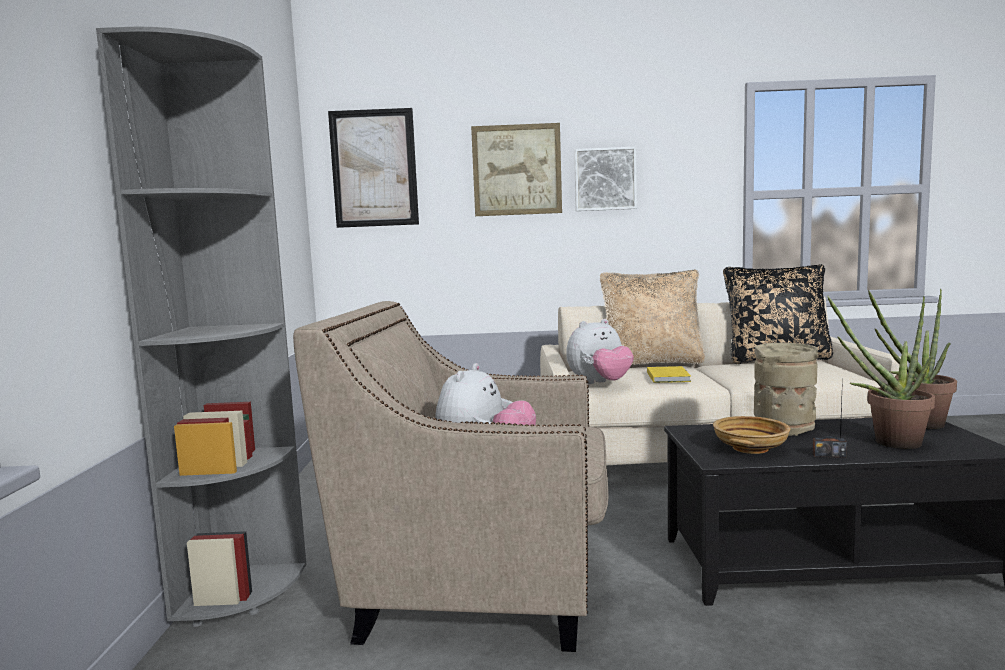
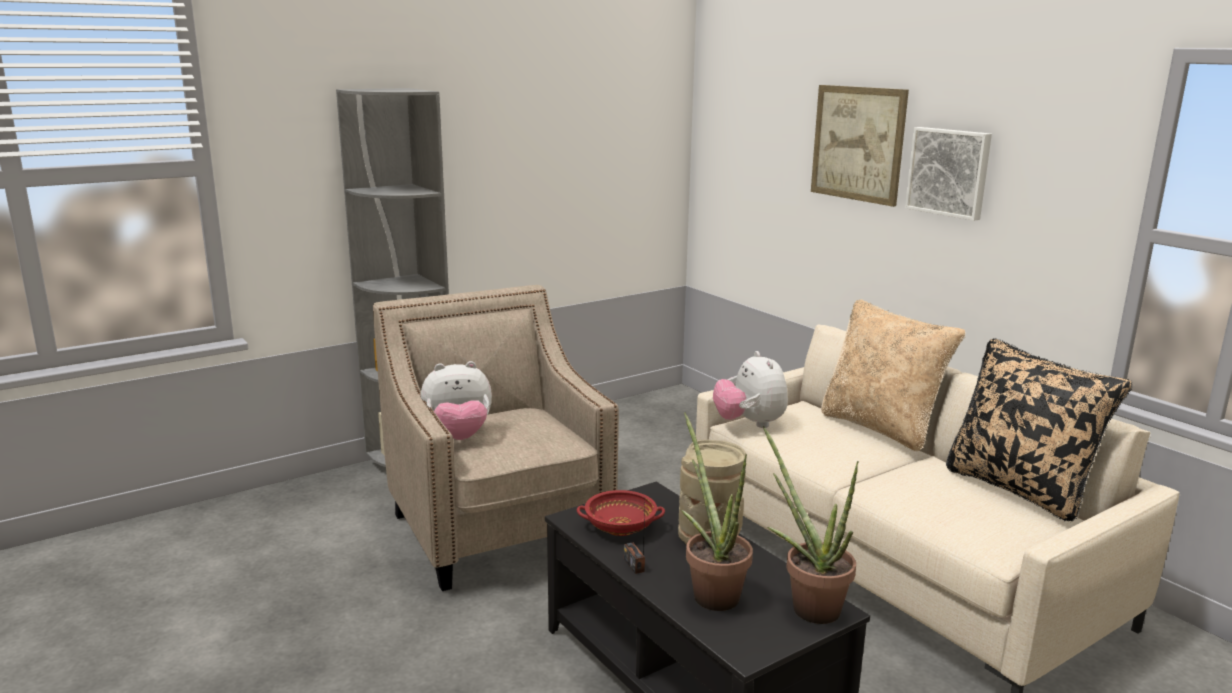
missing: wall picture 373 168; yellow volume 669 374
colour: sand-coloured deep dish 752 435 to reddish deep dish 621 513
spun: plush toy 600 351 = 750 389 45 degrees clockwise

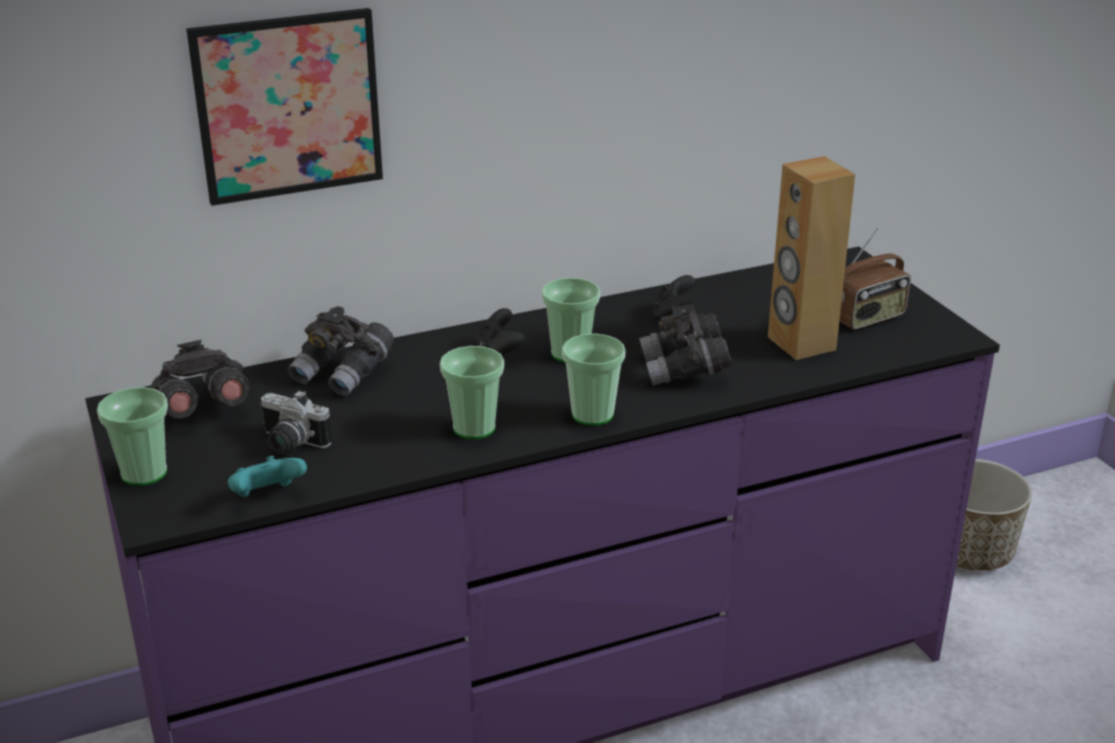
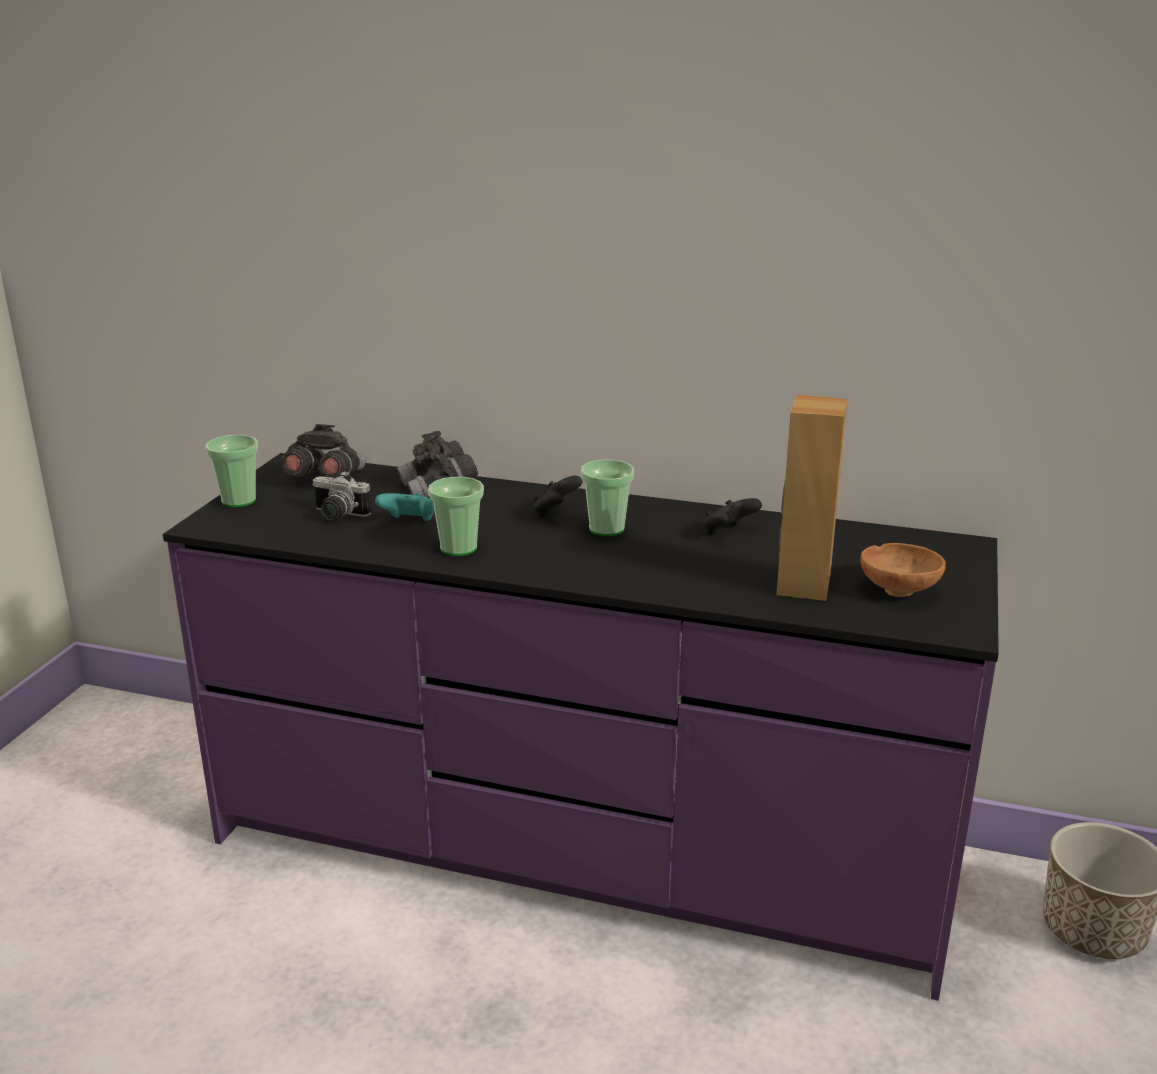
missing: wall picture 284 107; small cup 594 379; greyish pair of binoculars 685 345
relocated: turquoise-coloured gamepad 267 476 to 405 507
exchanged: radio set 875 279 to brown-coloured deep dish 903 570
spun: photo camera 296 422 = 342 495 45 degrees counterclockwise

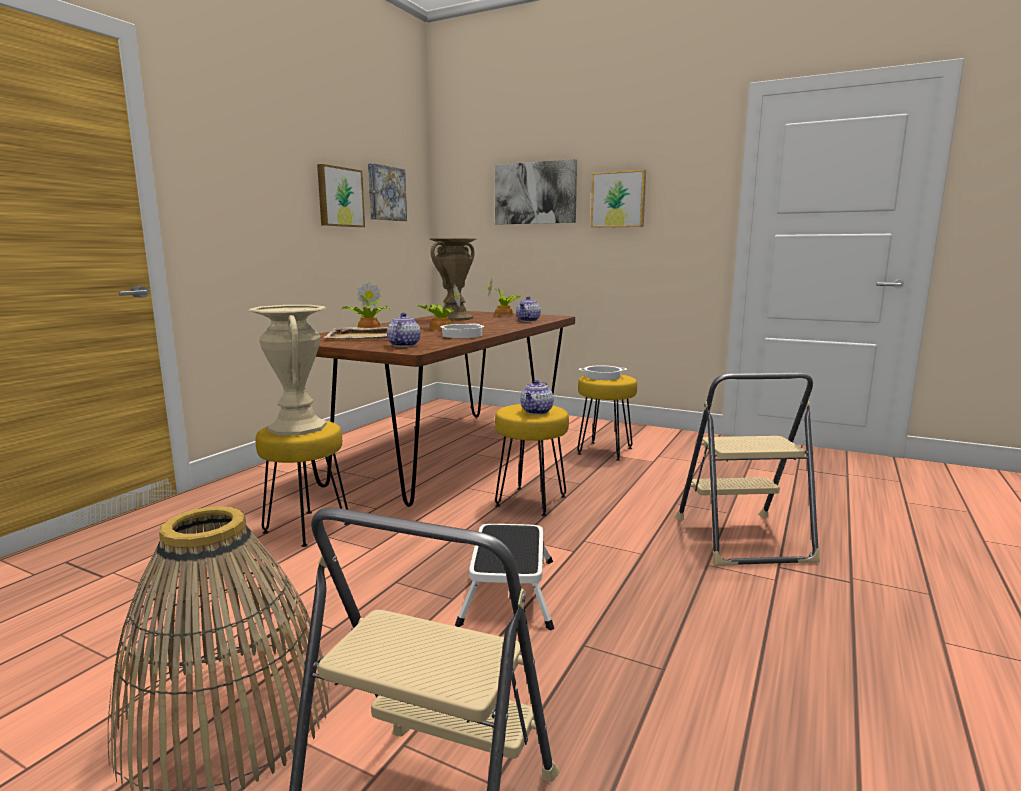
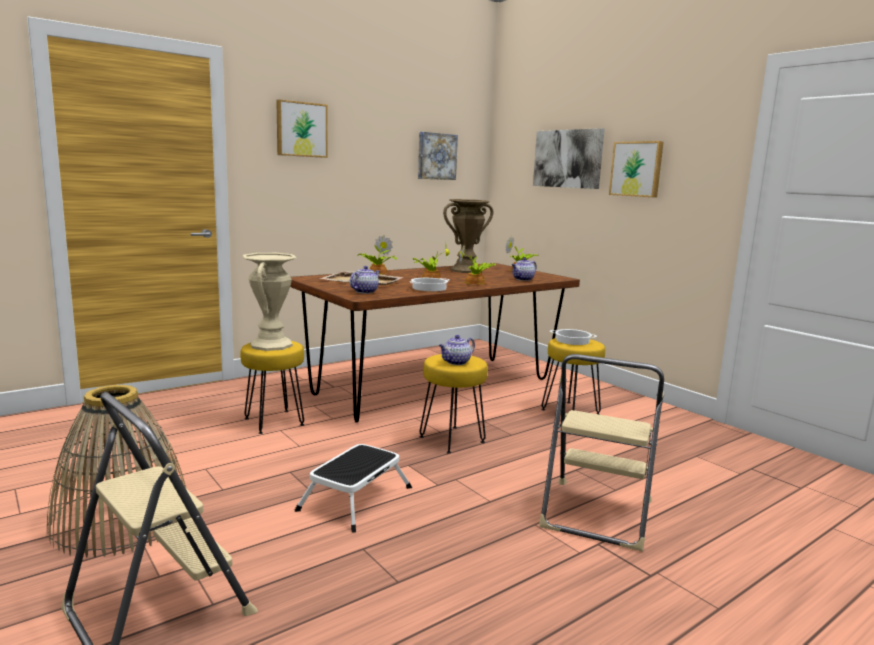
appeared: plant in a pot 477 265
relocated: wall picture 341 195 to 302 128

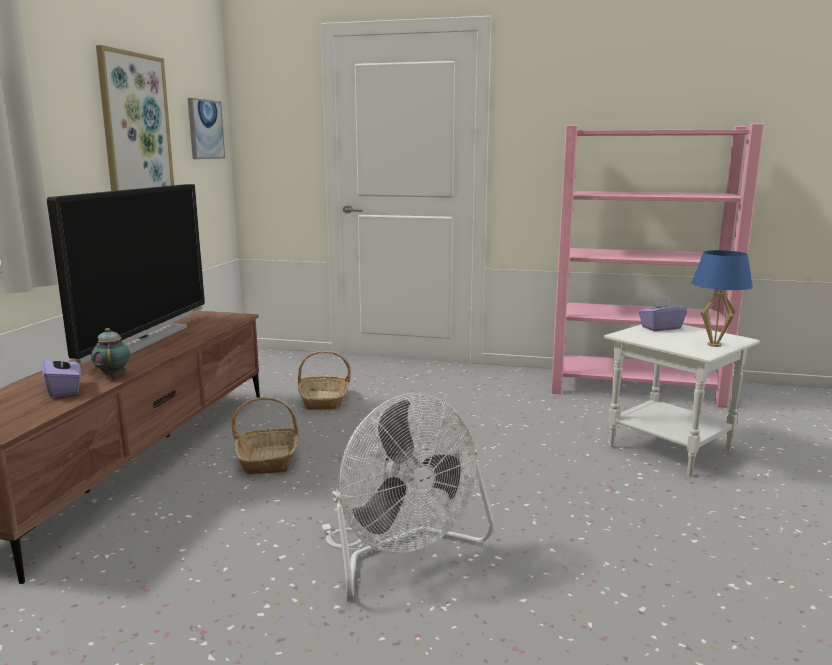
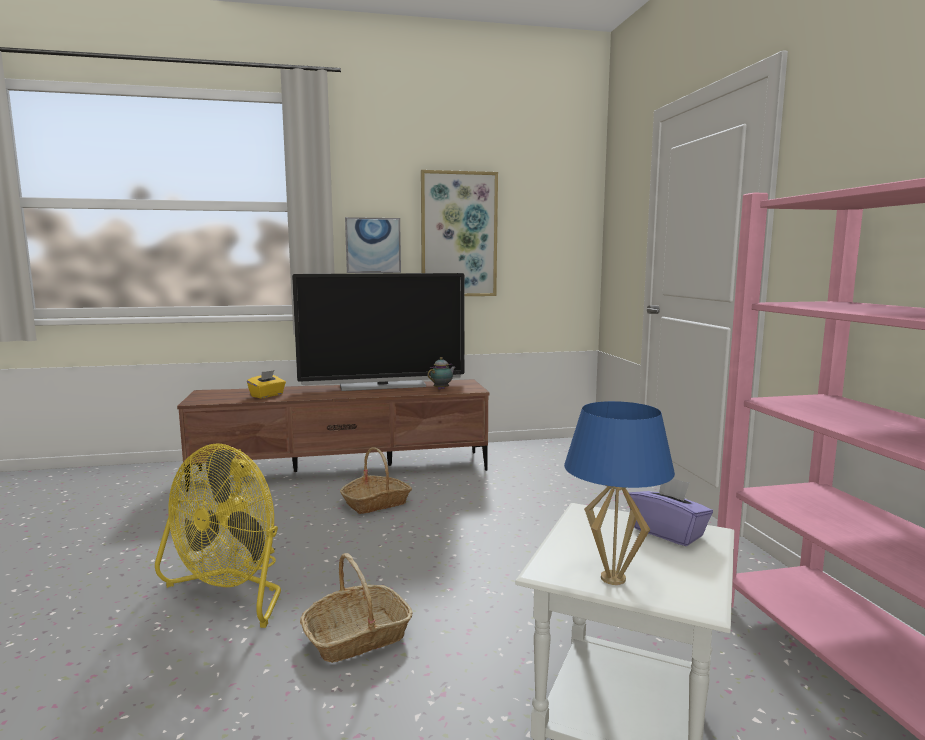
relocated: household basket 324 380 to 356 608; wall picture 206 128 to 373 245; pot for tea 110 353 to 442 373
colour: white electric fan 408 497 to yellow electric fan 218 536; purplish tissue box 61 374 to yellow tissue box 266 384

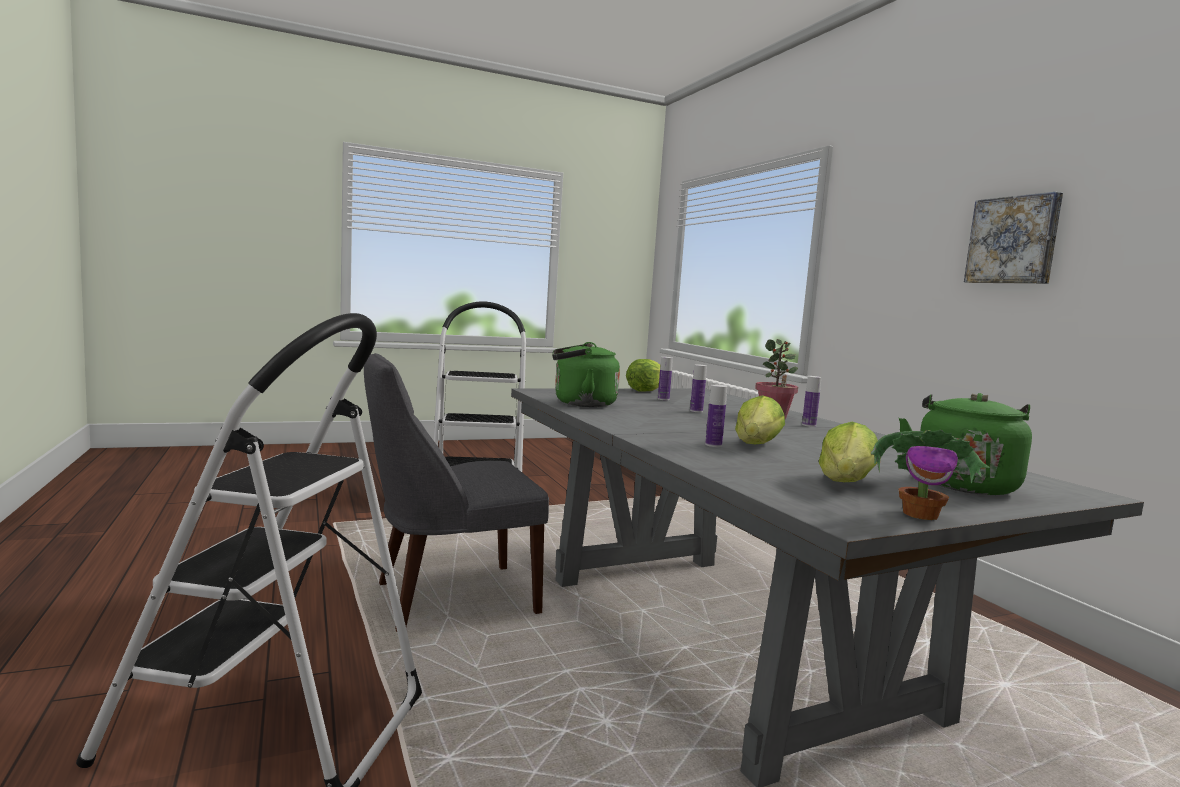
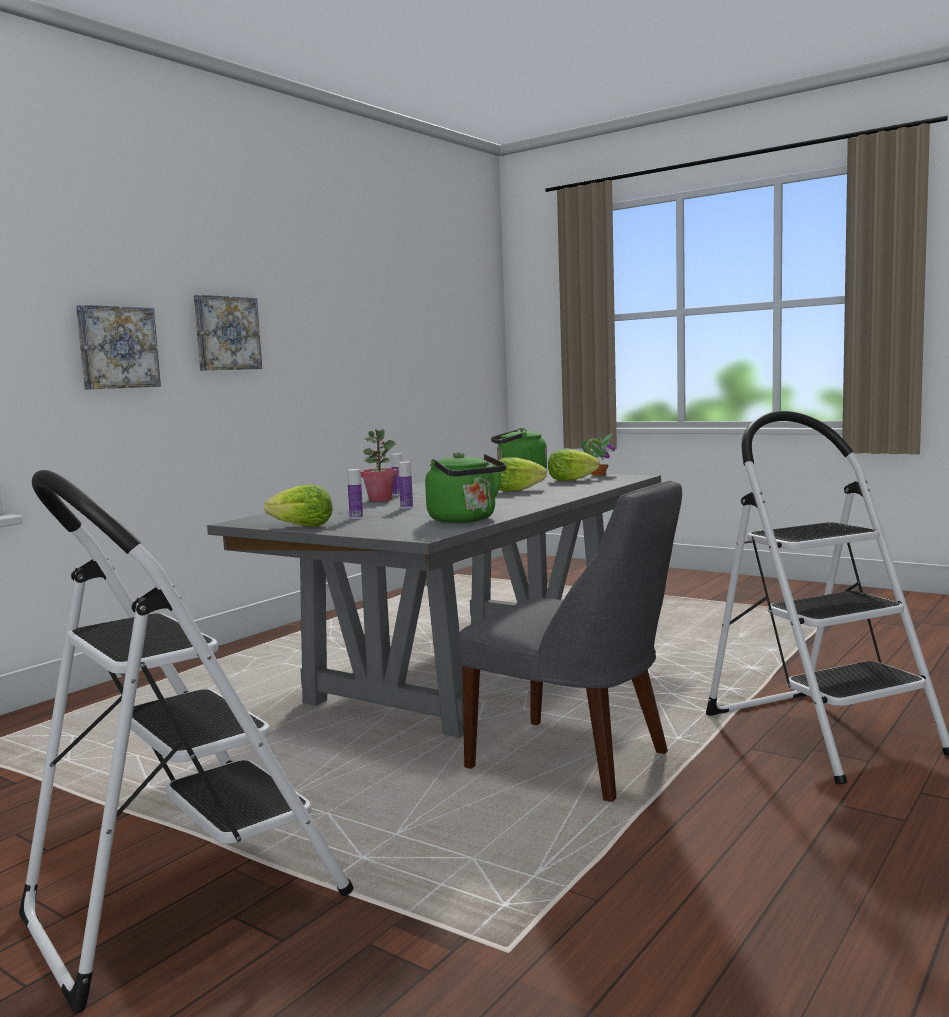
missing: bottle 716 416
appeared: wall picture 118 347

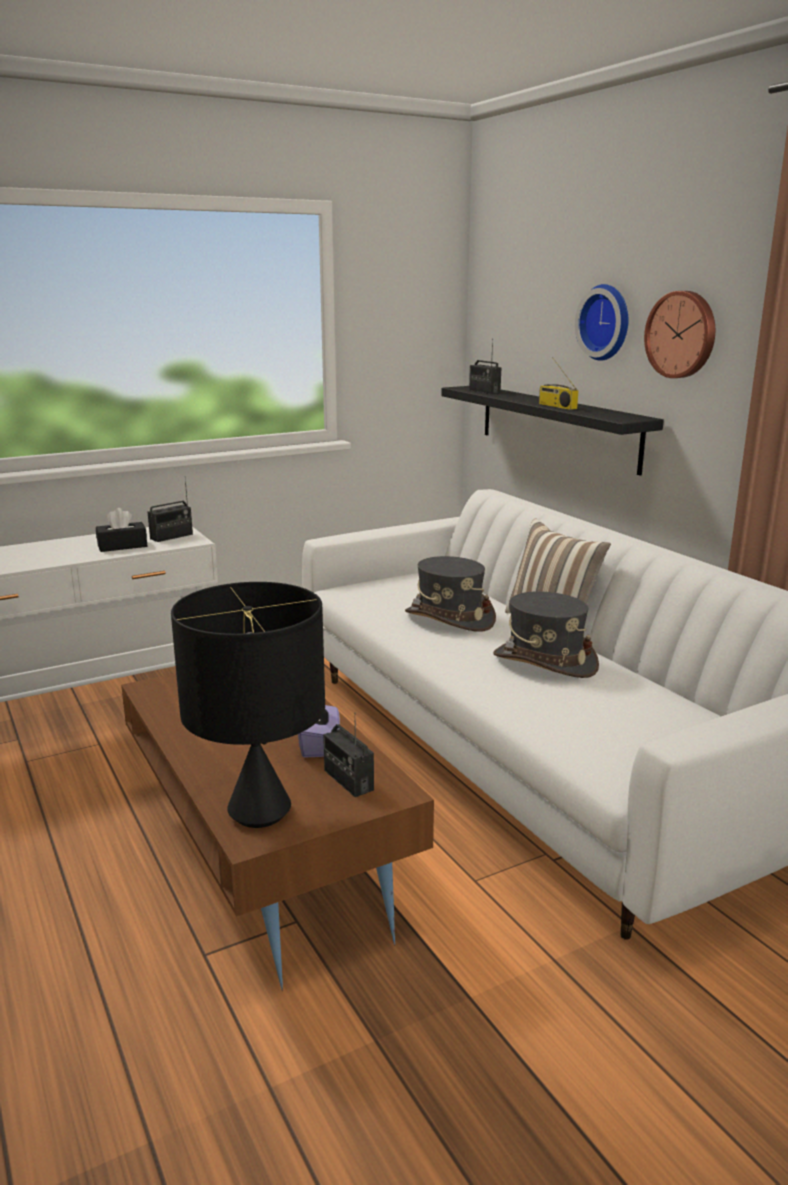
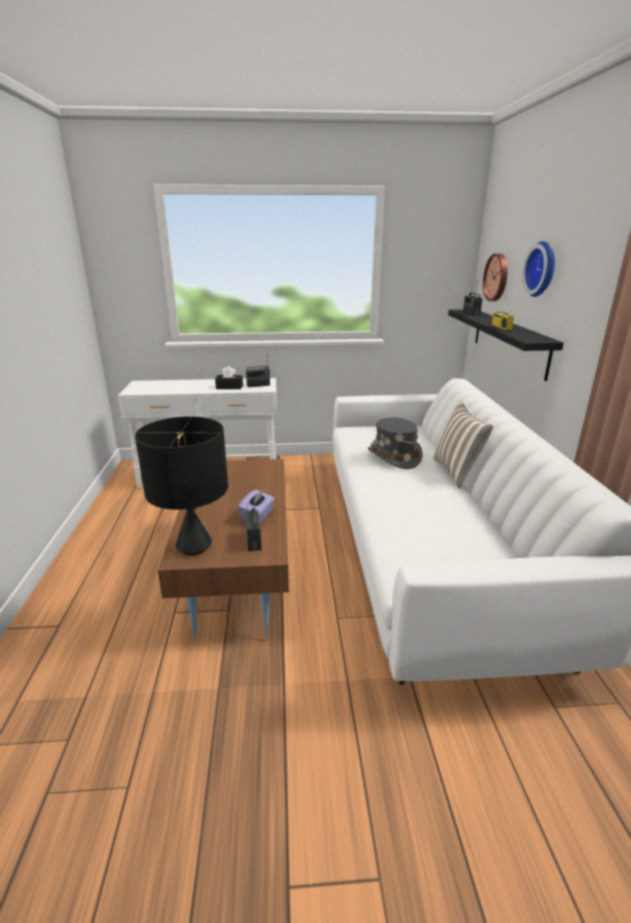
missing: greyish wearable hat 546 634
relocated: clock on the wall 679 334 to 495 277

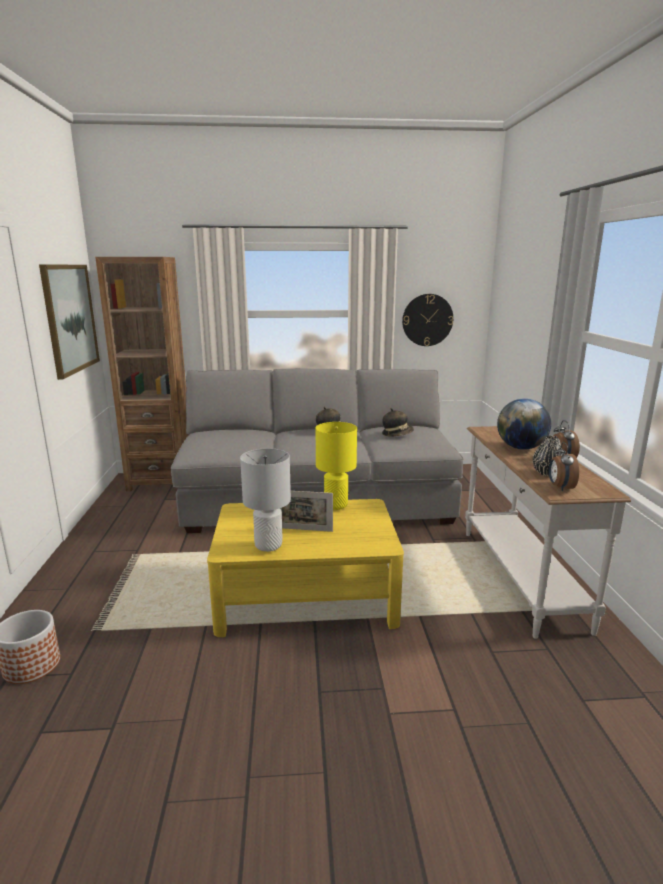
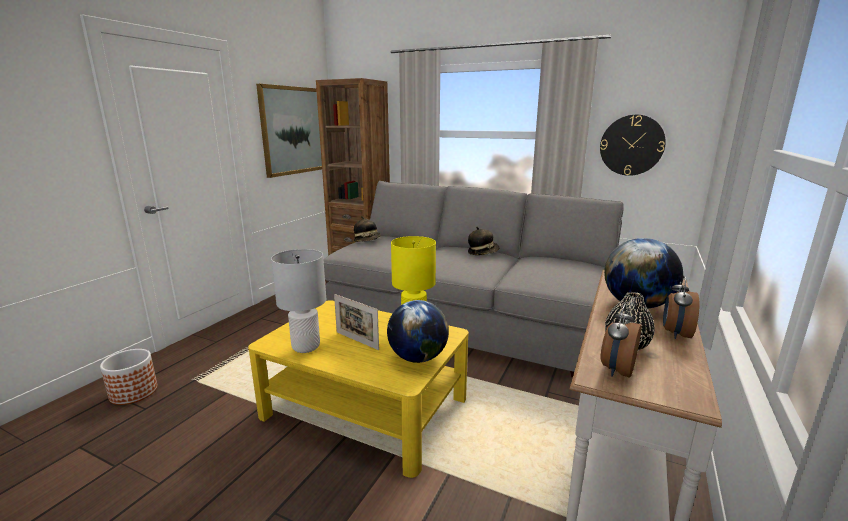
appeared: globe 418 331
relocated: wearable hat 398 422 to 367 229

